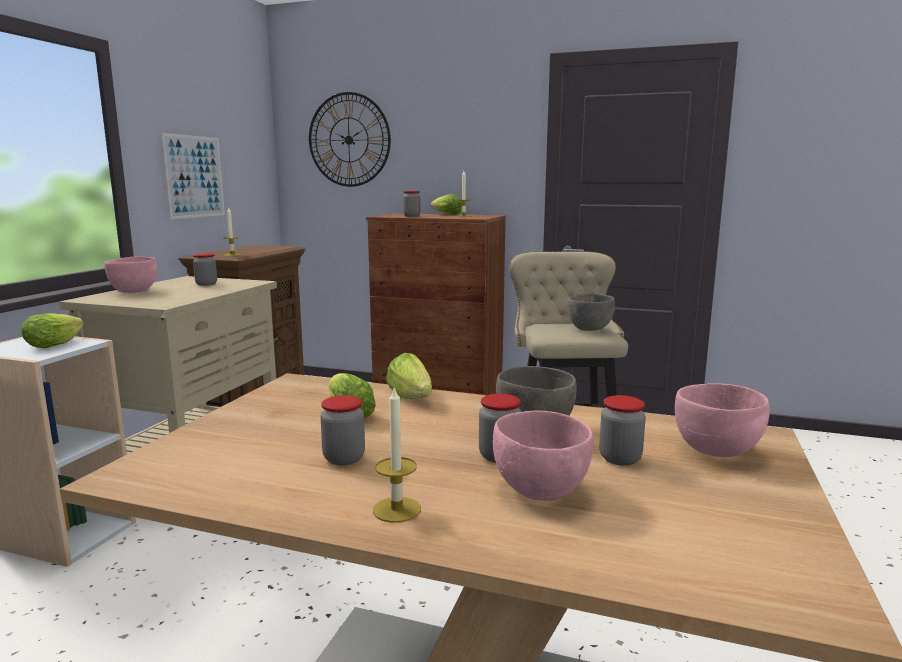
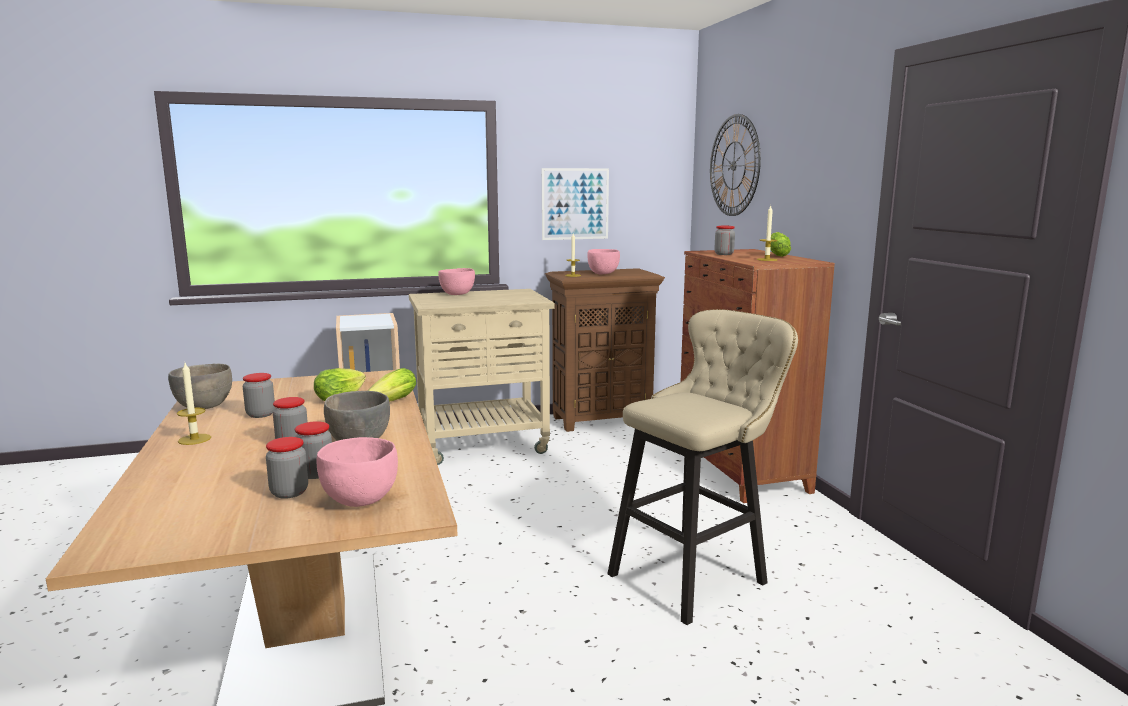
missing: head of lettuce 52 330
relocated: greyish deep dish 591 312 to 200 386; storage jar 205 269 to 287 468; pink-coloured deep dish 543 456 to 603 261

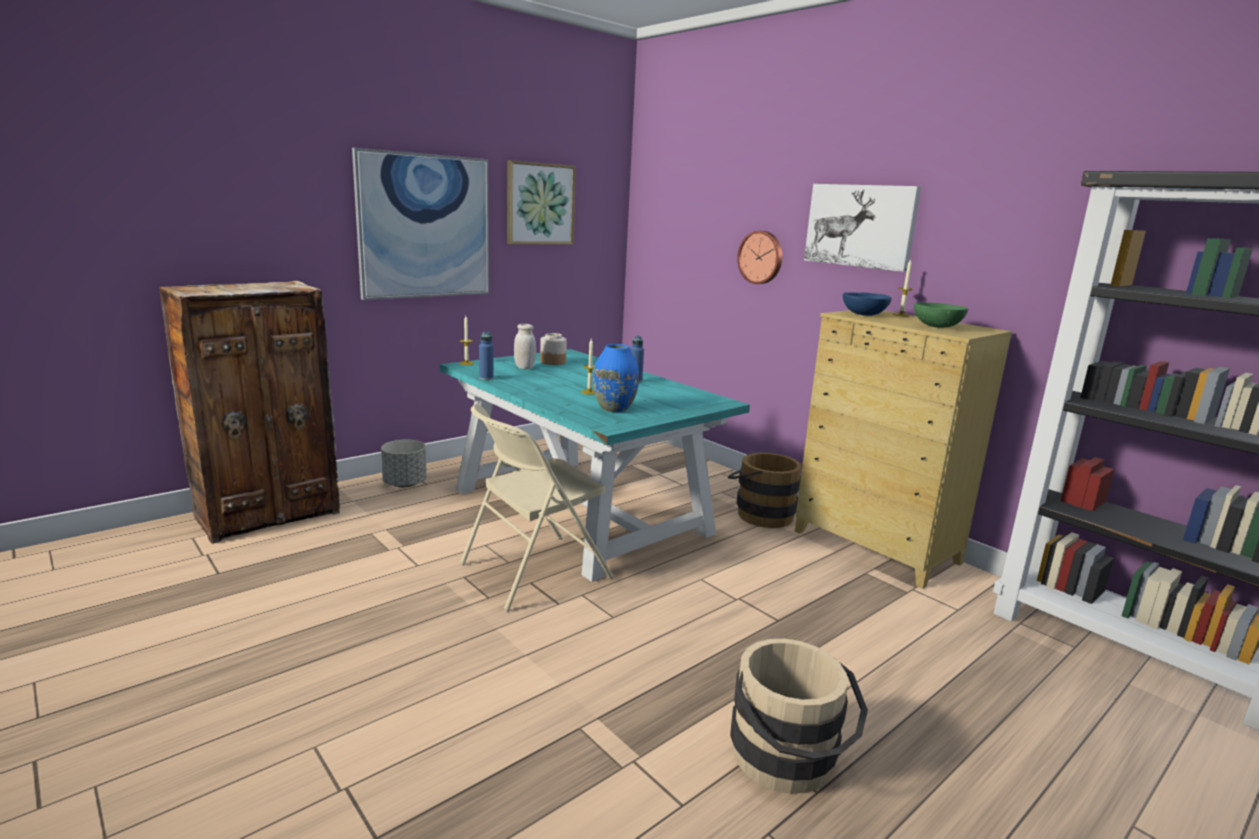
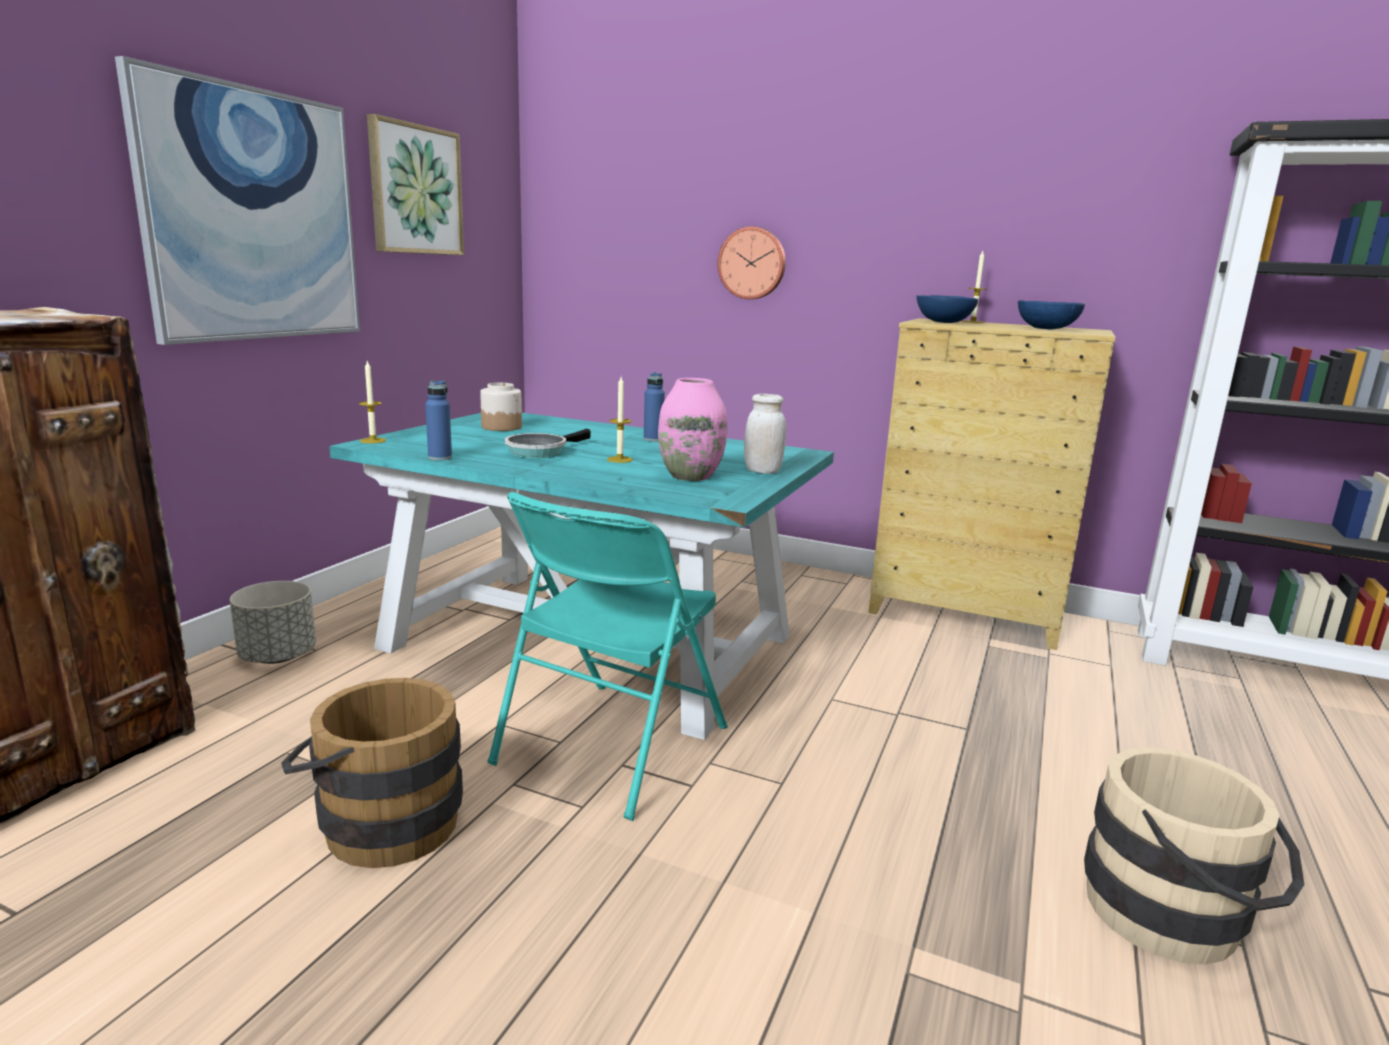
missing: wall picture 862 228
appeared: pan 548 443
relocated: brown-coloured bucket 765 490 to 372 773; white storage jar 525 346 to 765 434
colour: sand-coloured chair 537 508 to turquoise-coloured chair 607 656; bluish decorative vase 616 378 to pink-coloured decorative vase 692 429; green-coloured deep dish 941 315 to bluish deep dish 1051 314

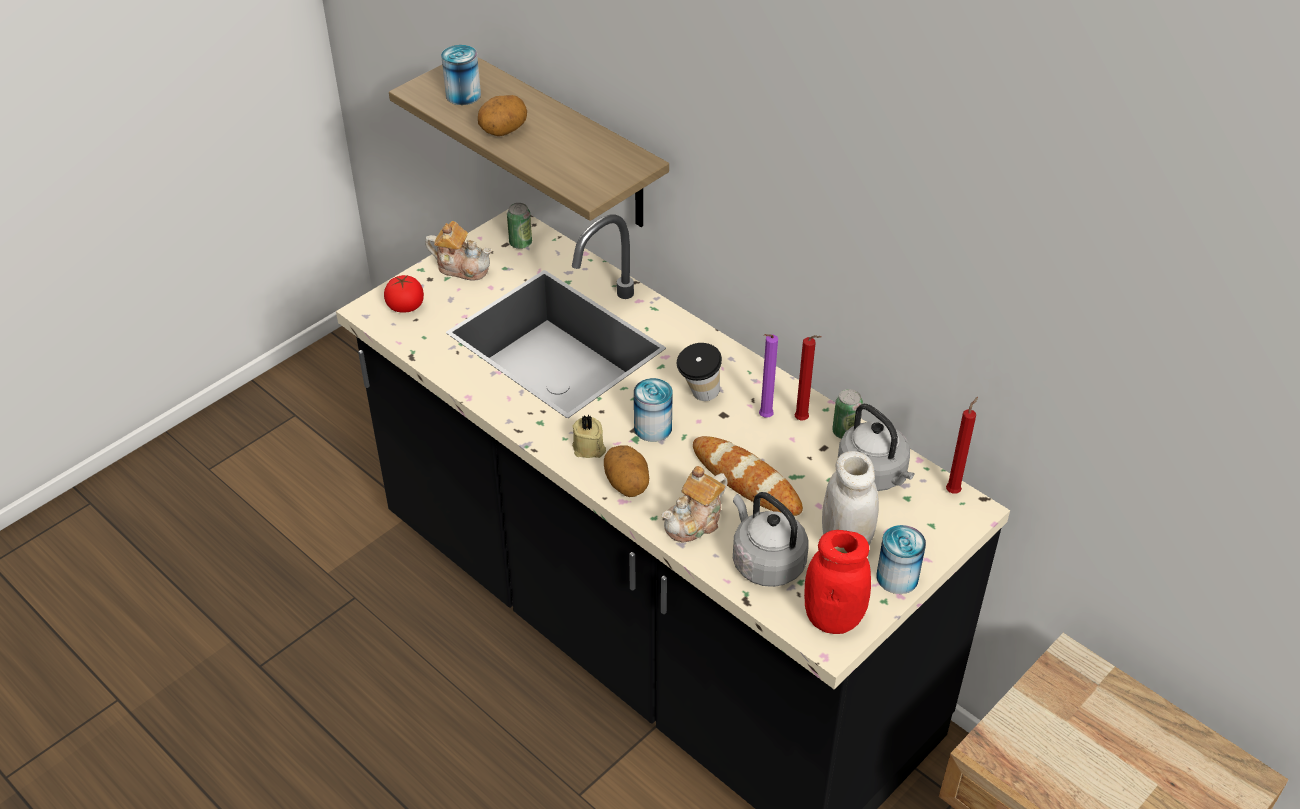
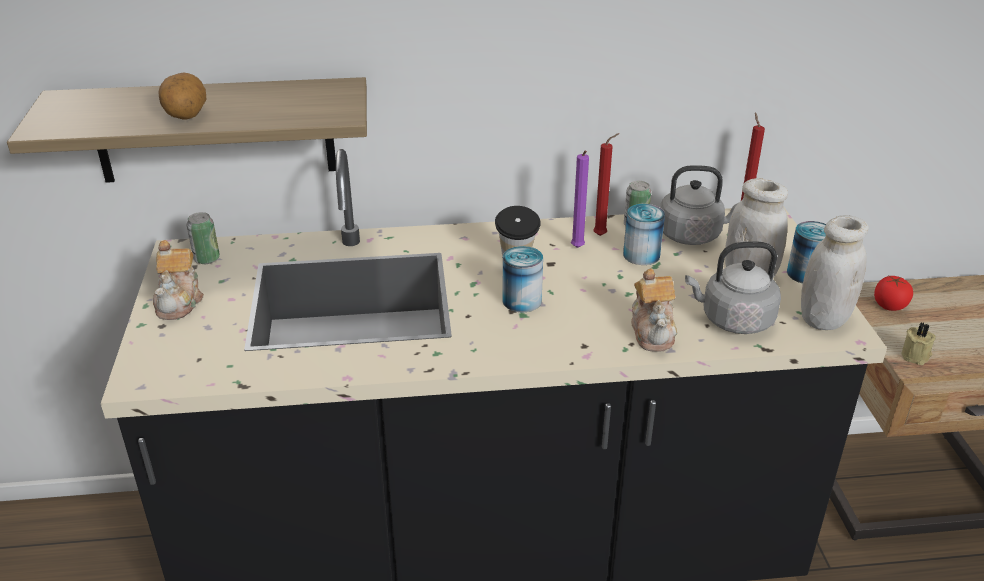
missing: potato 626 471; baked bread 748 476
relocated: sealed can 461 75 to 644 234; tomato 404 294 to 893 293; sand-coloured candle 589 436 to 919 344
colour: reddish storage jar 837 582 to white storage jar 835 272
spun: pot for tea 458 251 = 178 280 120 degrees clockwise

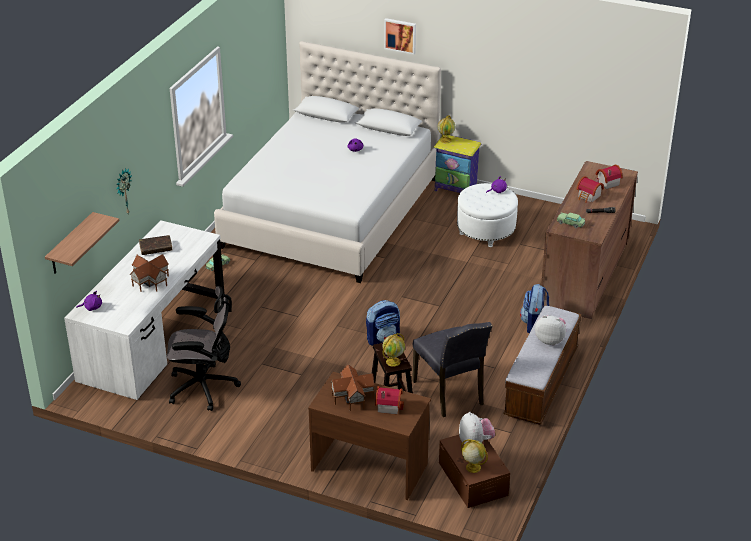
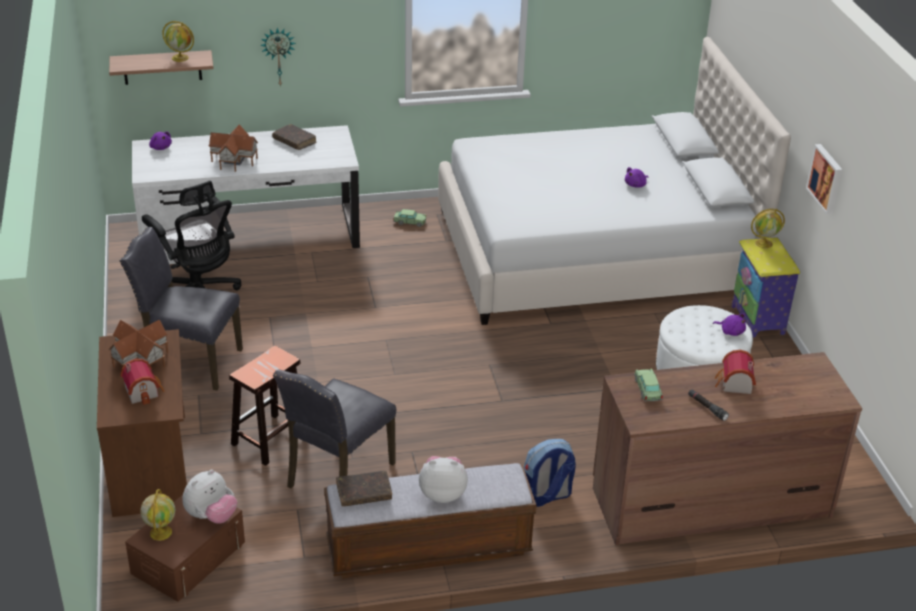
missing: backpack 383 323; model house 609 176
appeared: greyish chair 181 308; brown-coloured volume 364 488
relocated: globe 393 350 to 178 41; wall picture 400 36 to 824 179
spun: plush toy 550 330 = 443 479 75 degrees counterclockwise

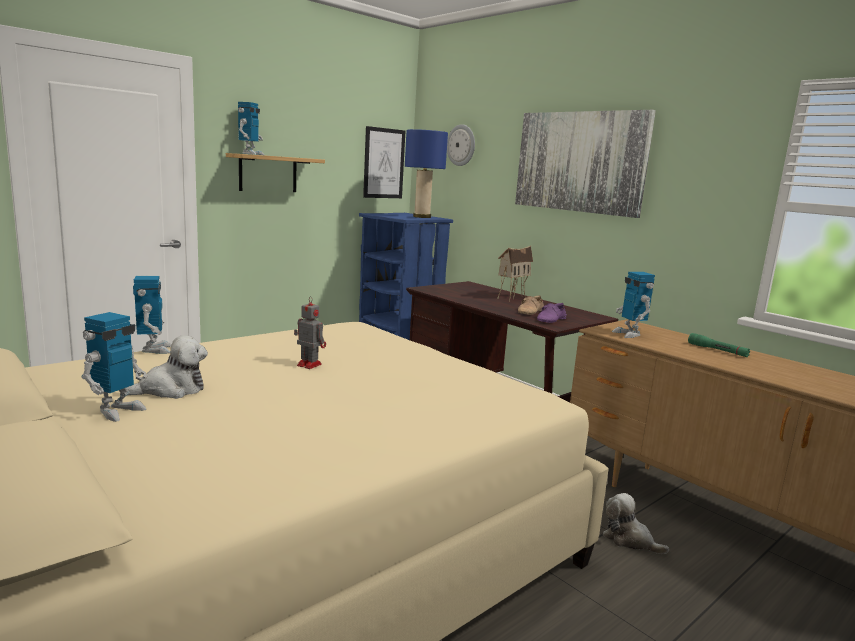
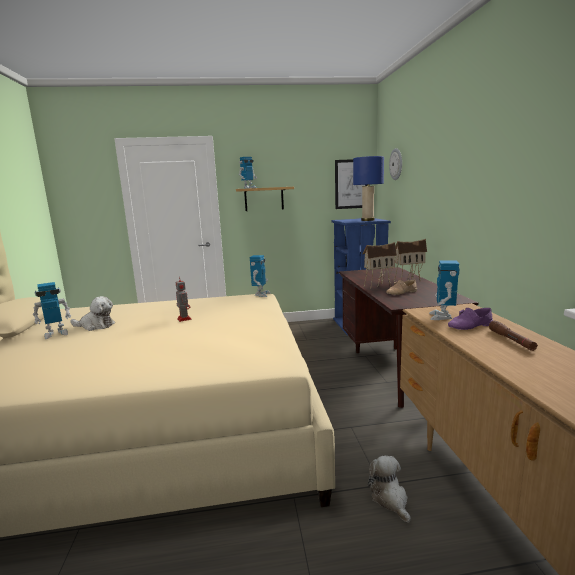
missing: wall picture 585 164
appeared: model house 379 264
relocated: toy robot 152 315 to 260 276; purplish item of footwear 552 313 to 470 319
colour: green-coloured torch 719 345 to brown-coloured torch 513 335

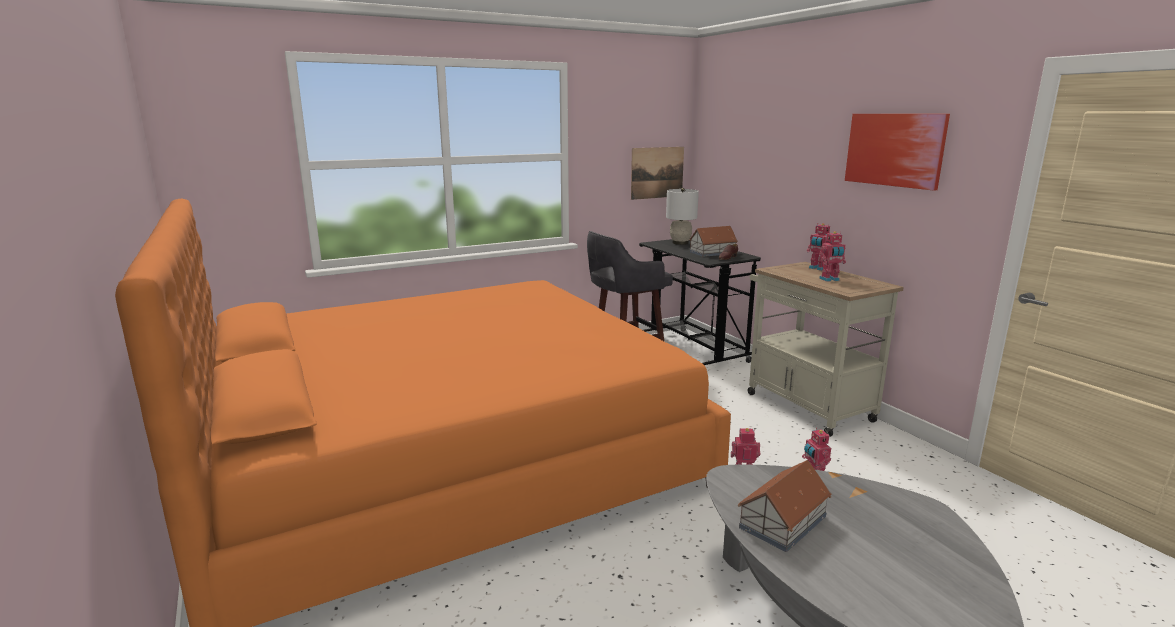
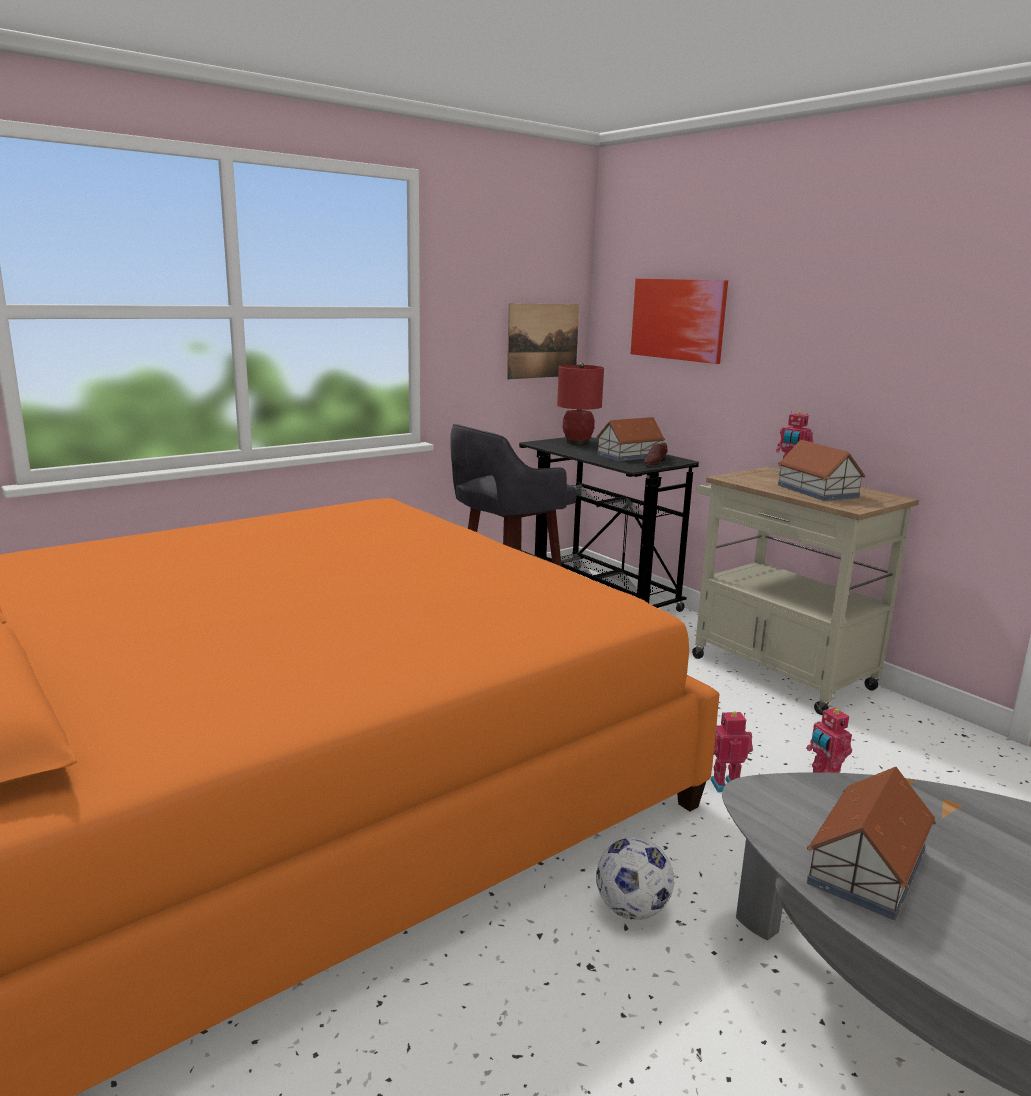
appeared: football 635 878
relocated: wall picture 897 152 to 679 321
exchanged: toy robot 832 256 to model house 822 470
colour: white tabletop lamp 682 216 to reddish tabletop lamp 580 404

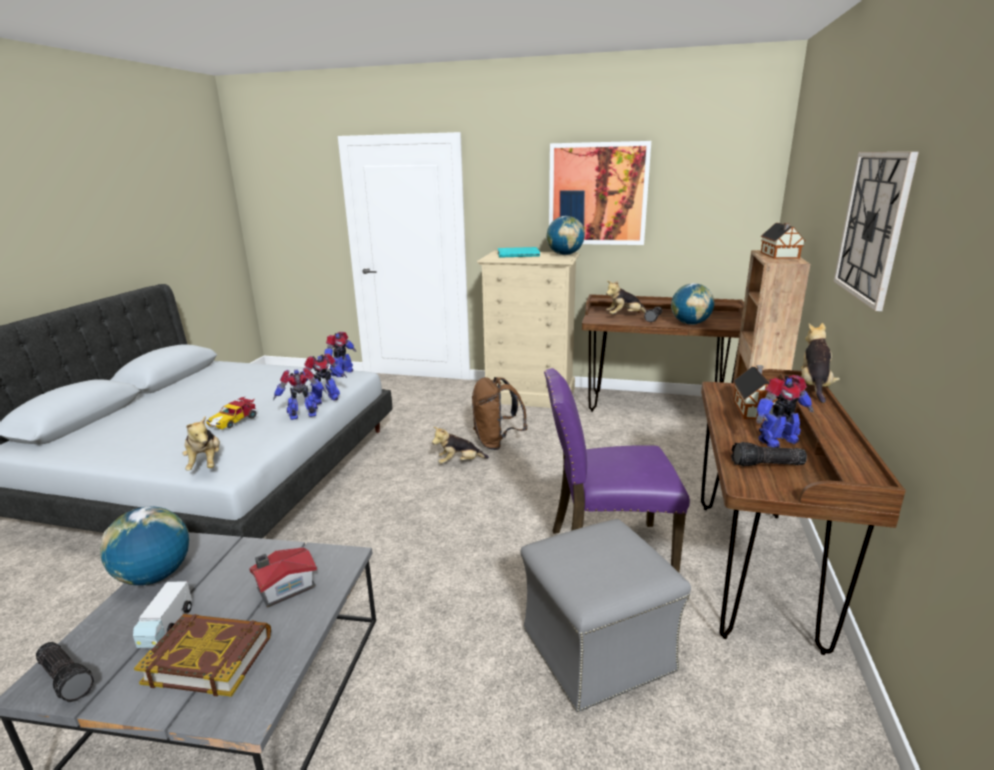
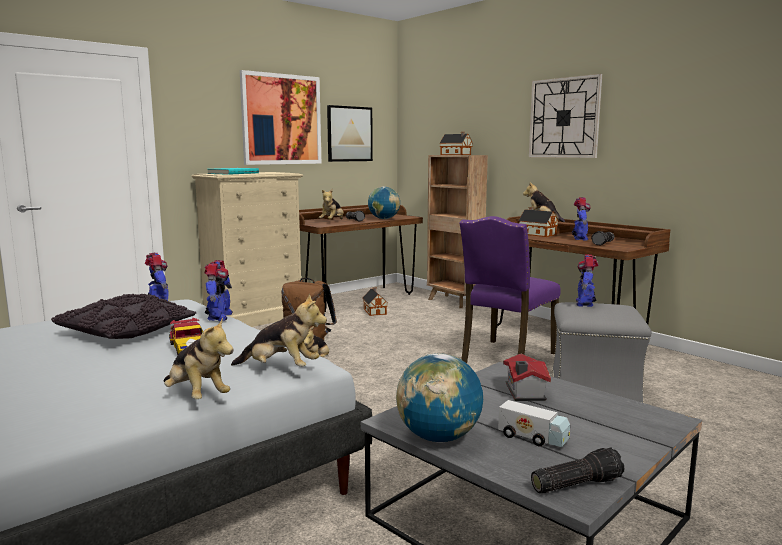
missing: volume 202 655; globe 565 235
appeared: blackish throw pillow 123 316; plush toy 198 358; wall picture 350 133; model house 375 301
relocated: toy robot 299 394 to 587 280

